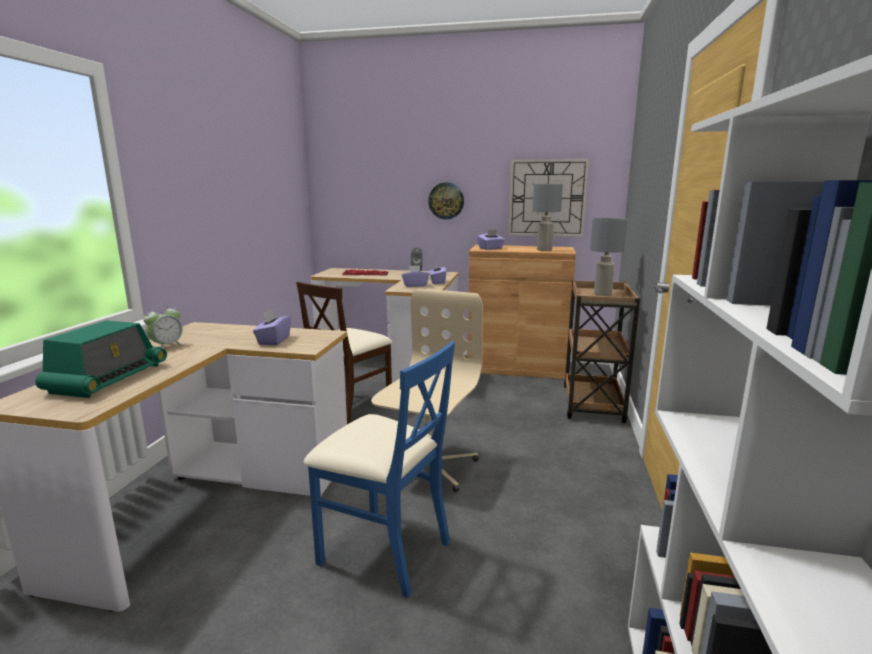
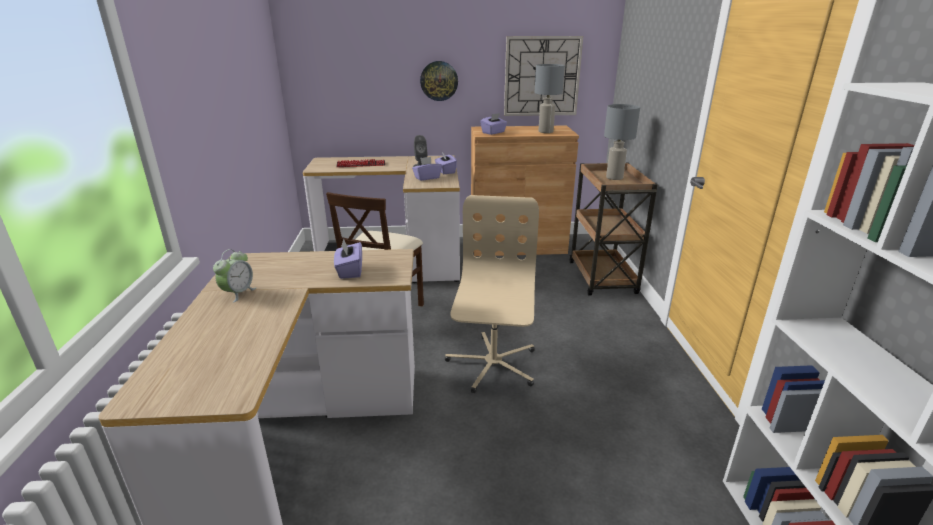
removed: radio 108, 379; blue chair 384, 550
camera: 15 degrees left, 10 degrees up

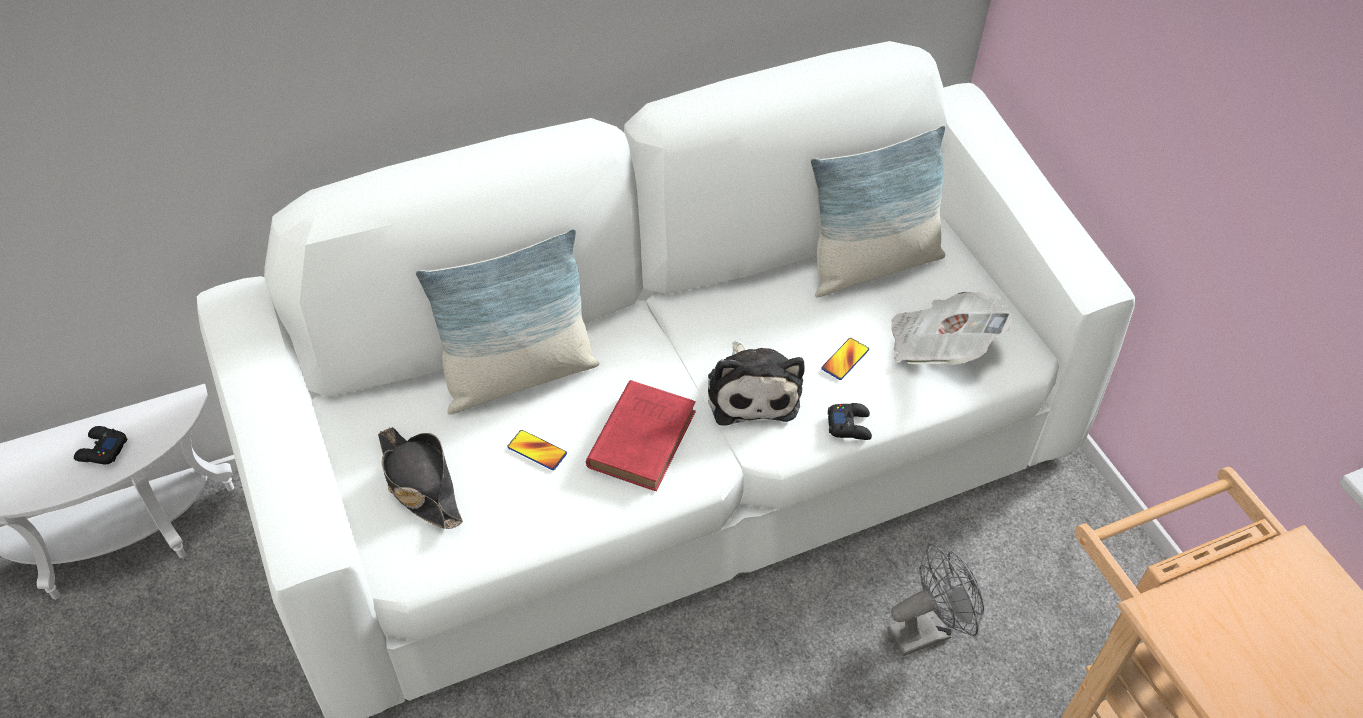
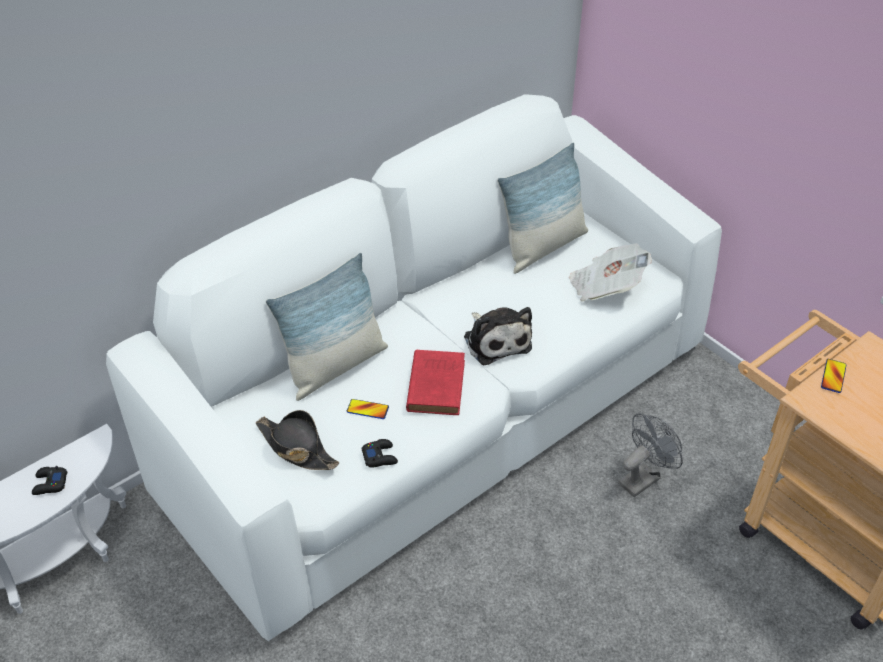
moved: phone 845, 359 to 833, 376; black game controller 849, 425 to 380, 456
camera: 15 degrees left, 5 degrees down

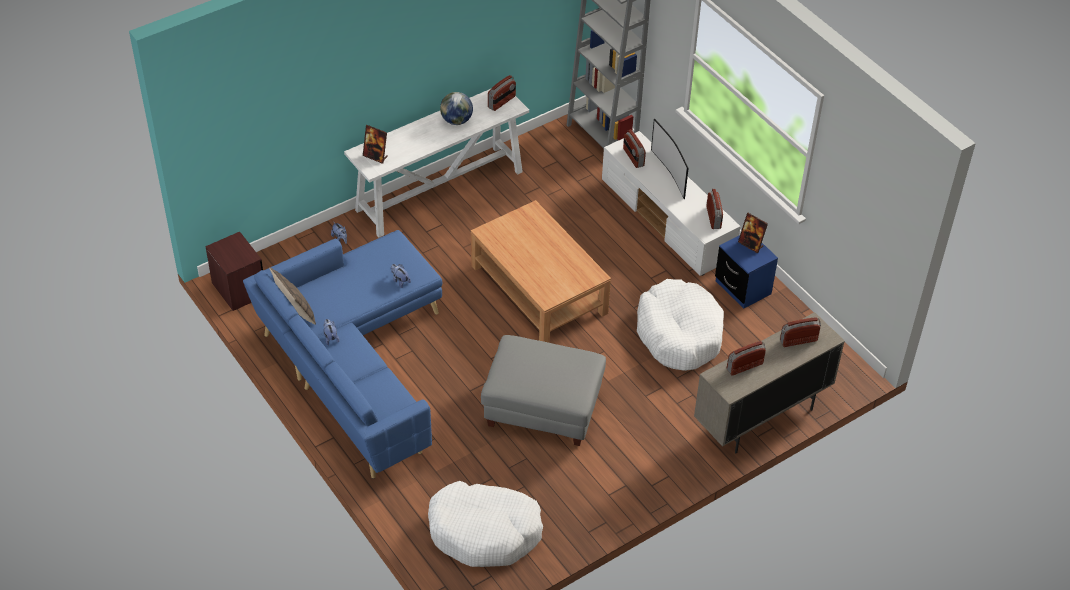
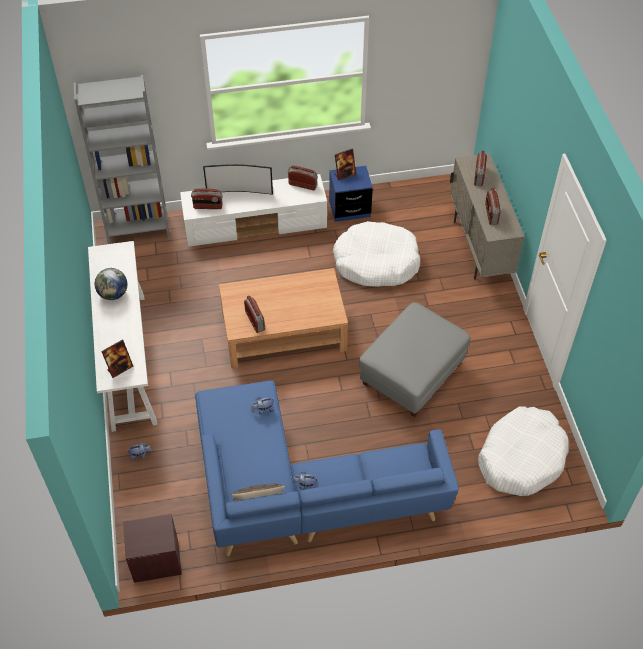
moved: radio 502, 102 to 255, 321
camera: 65 degrees left, 5 degrees up

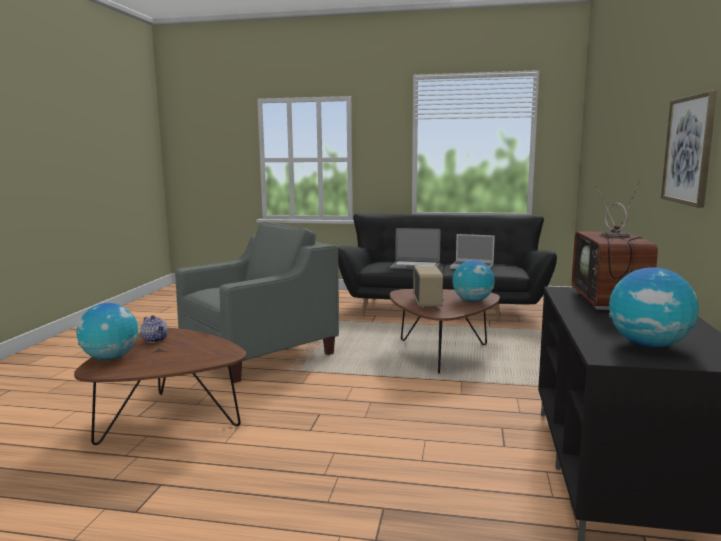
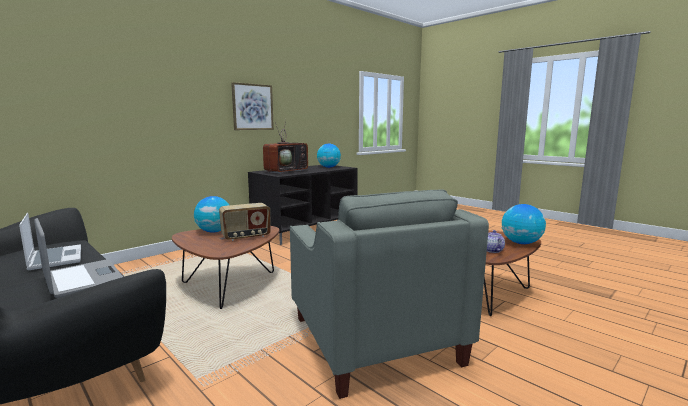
turned: grey armchair 260, 354 = 373, 340 105 degrees counterclockwise; radio 427, 303 = 246, 237 150 degrees counterclockwise
camera: 145 degrees left, 0 degrees up

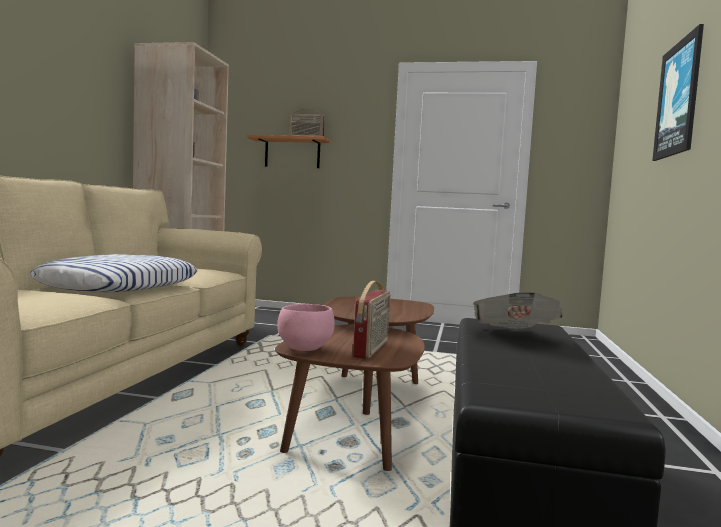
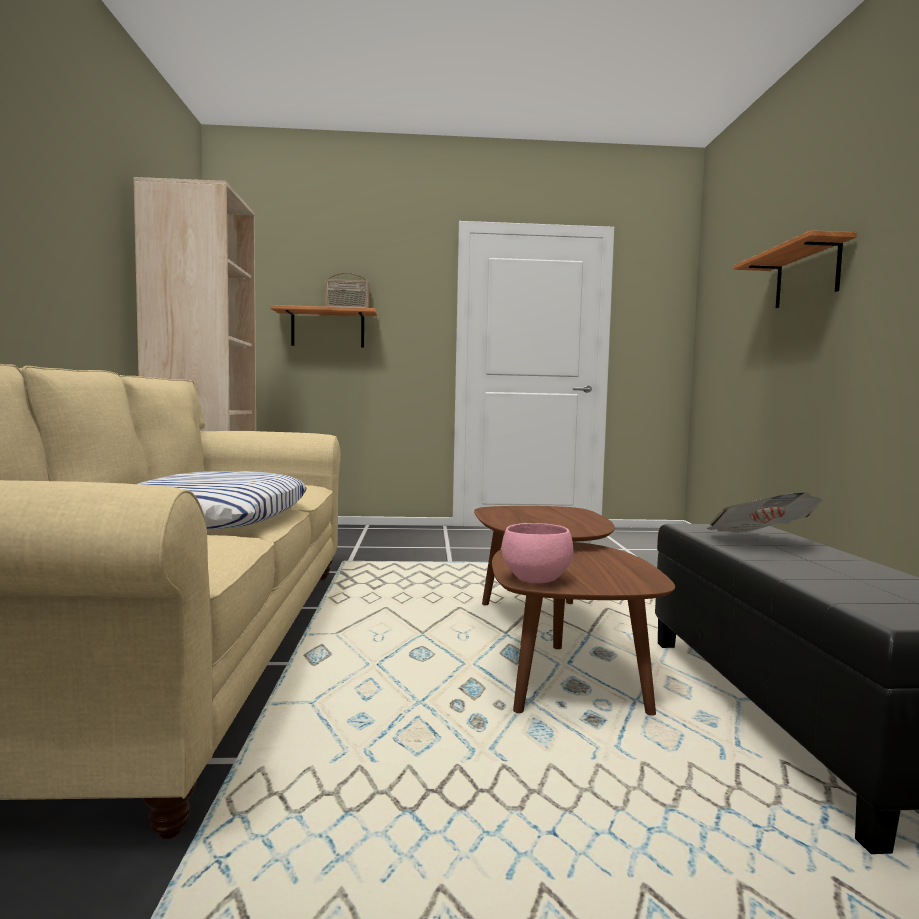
removed: radio 372, 349
replaced: picture 679, 99 to shelf 807, 275
camera: 15 degrees left, 0 degrees up

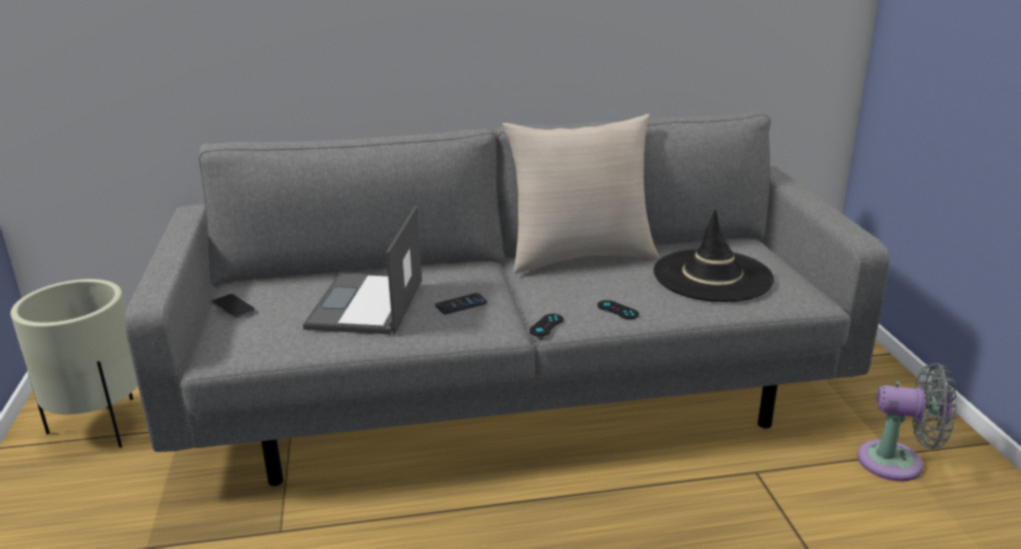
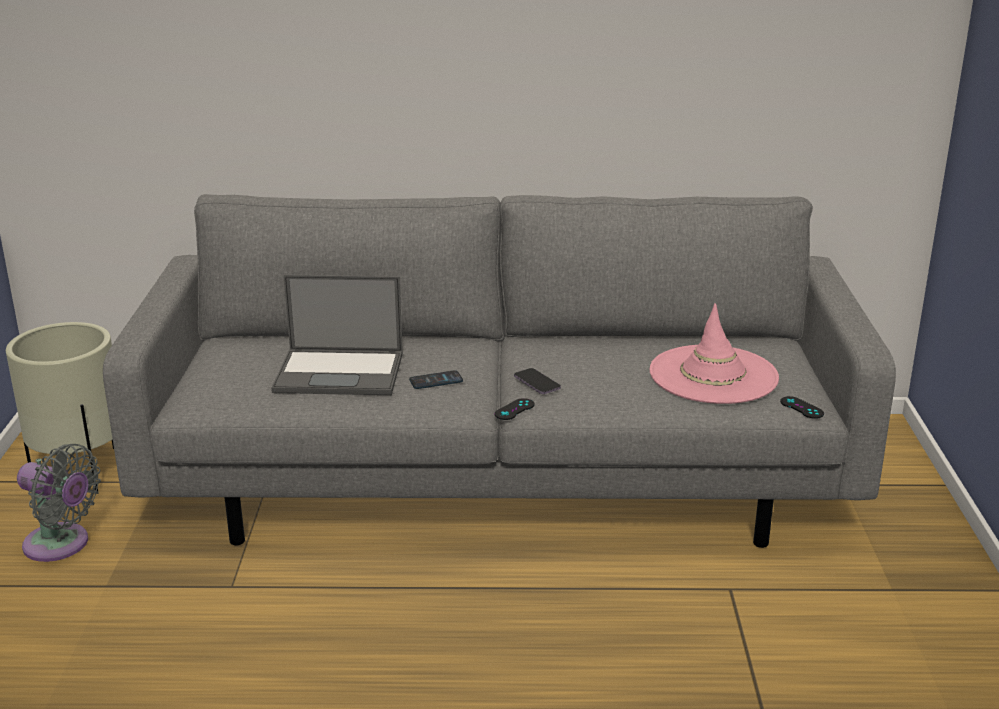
removed: beige pillow 580, 256
moved: phone 233, 308 to 537, 383; black game controller 617, 310 to 801, 408; grey fan 897, 462 to 61, 545
recoloured: black hat 712, 276 to pink hat 713, 375
turned: laptop 366, 305 = 341, 372 105 degrees counterclockwise
camera: 10 degrees right, 0 degrees up

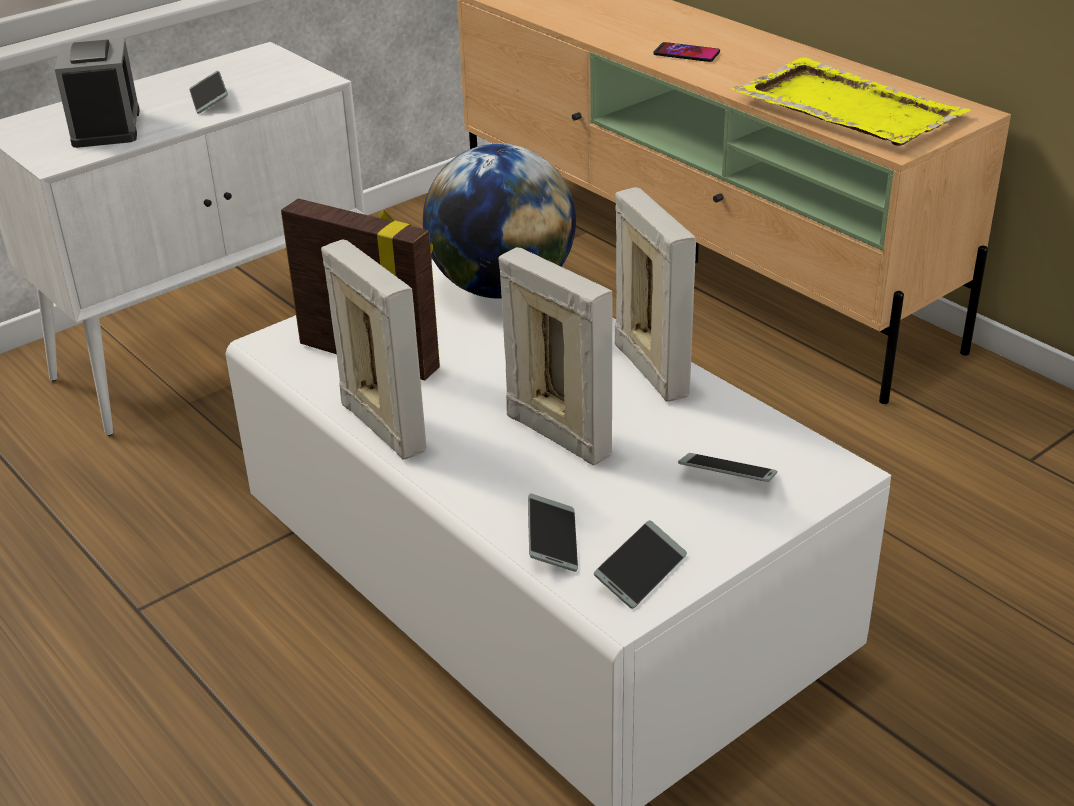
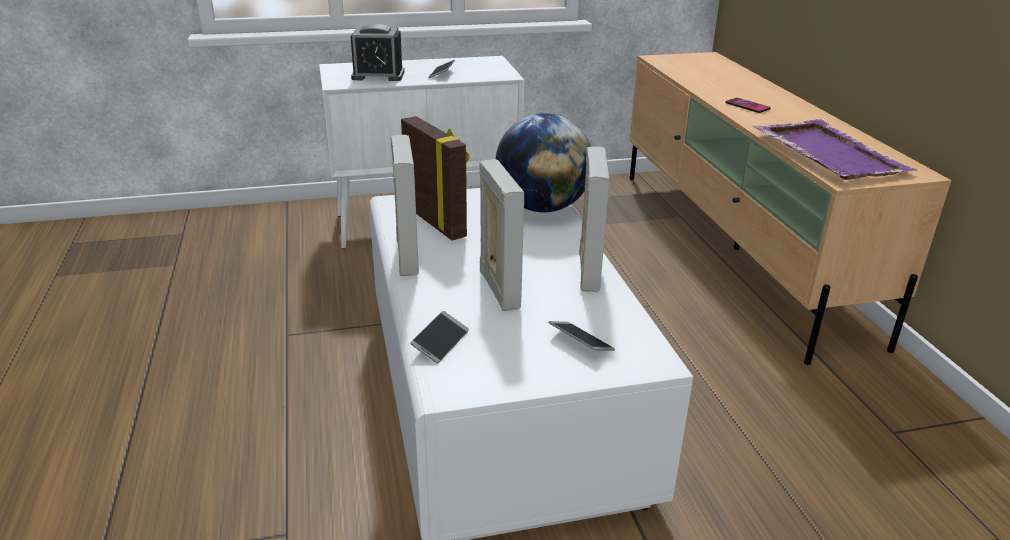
removed: phone 640, 572
recoloured: yellow tray 846, 108 to purple tray 827, 153
turned: alarm clock 106, 127 = 378, 75 75 degrees clockwise
camera: 25 degrees right, 5 degrees down

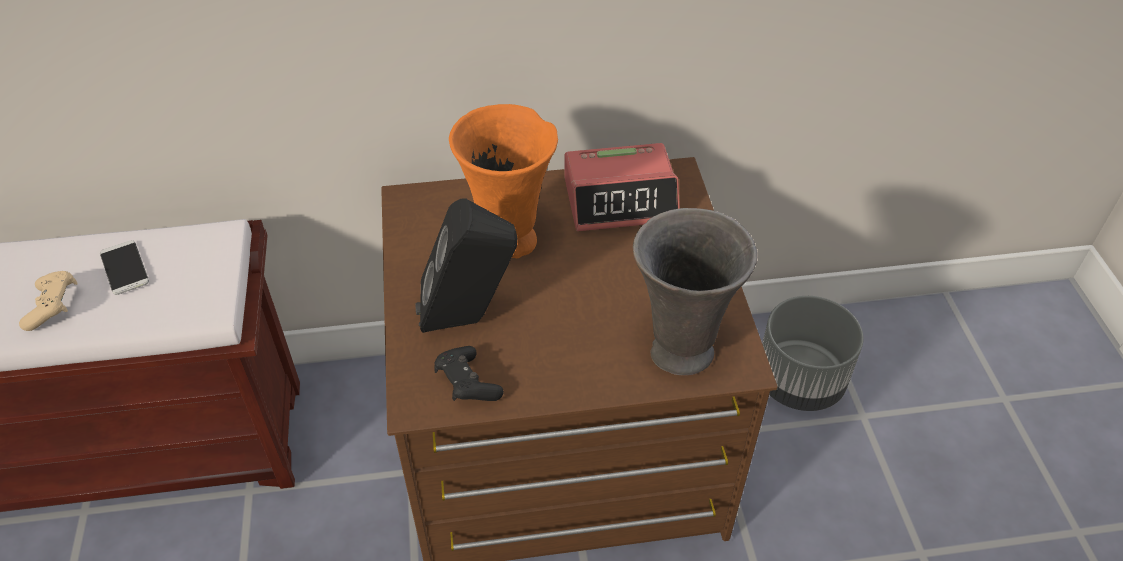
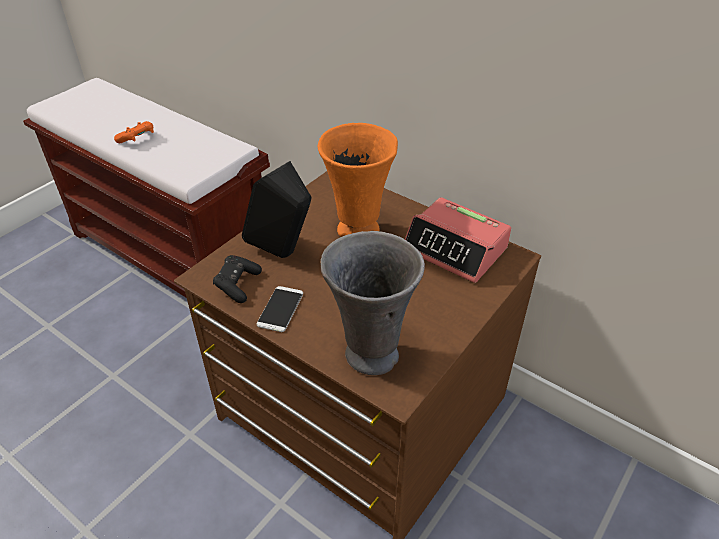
removed: grey planter 798, 382
moved: phone 124, 268 to 280, 309
recoloured: beige game controller 54, 307 to orange game controller 138, 139
camera: 45 degrees right, 5 degrees down

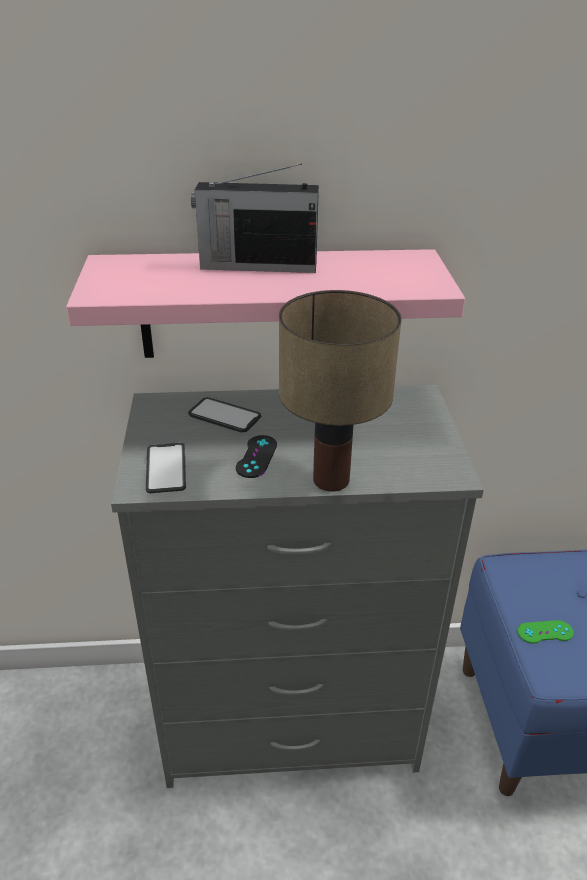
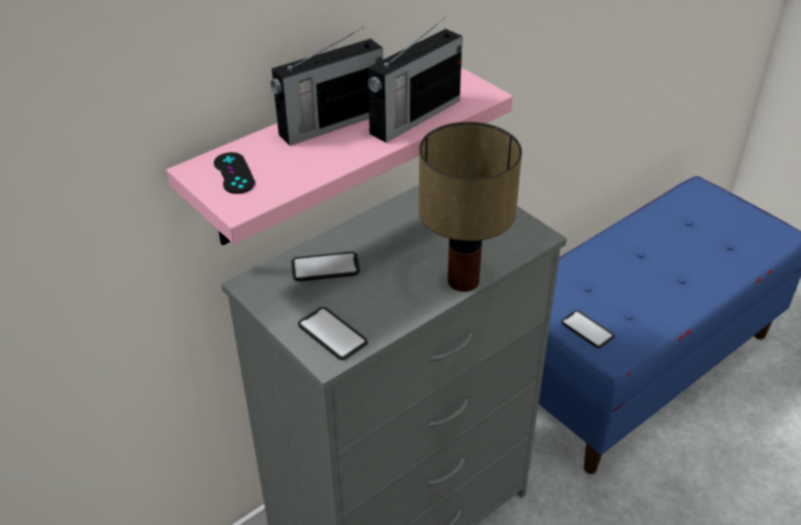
added: radio 413, 117
moved: black game controller 256, 456 to 234, 173
replaced: green game controller 545, 632 to phone 587, 330
camera: 35 degrees left, 5 degrees up

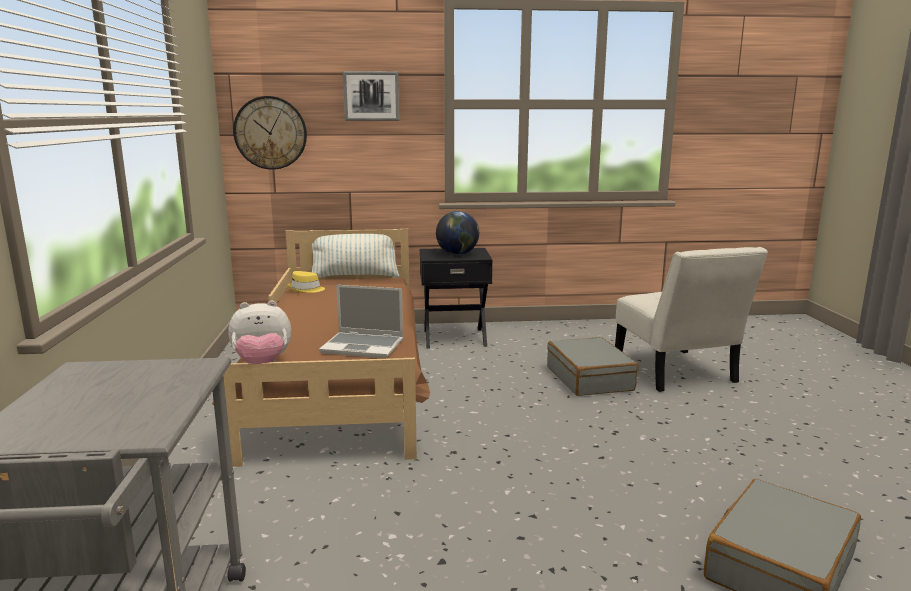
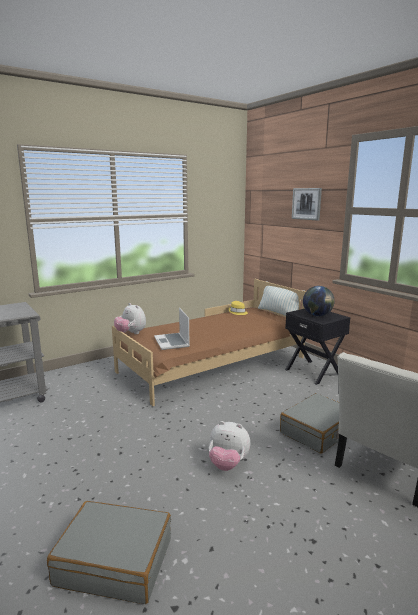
removed: wall clock 270, 133
added: plush toy 228, 464
camera: 60 degrees right, 0 degrees up

